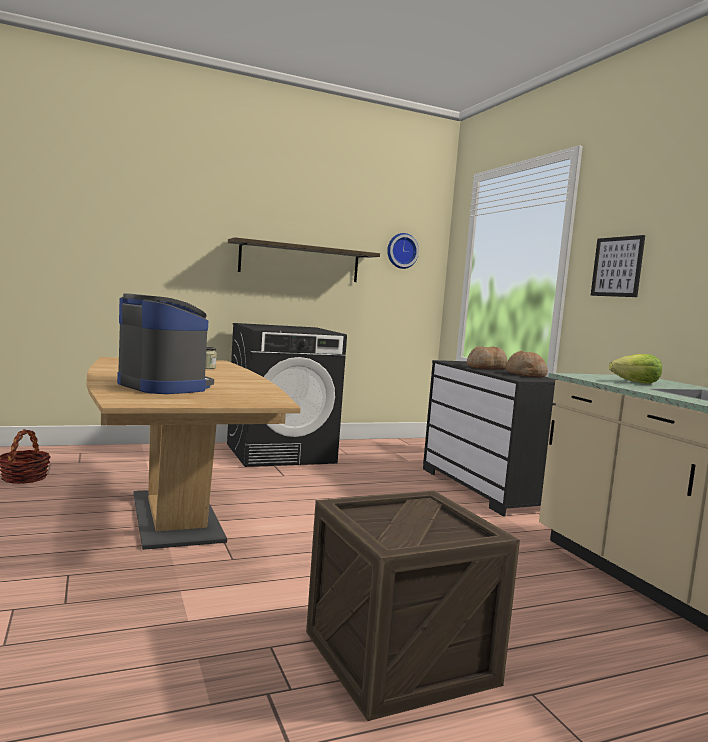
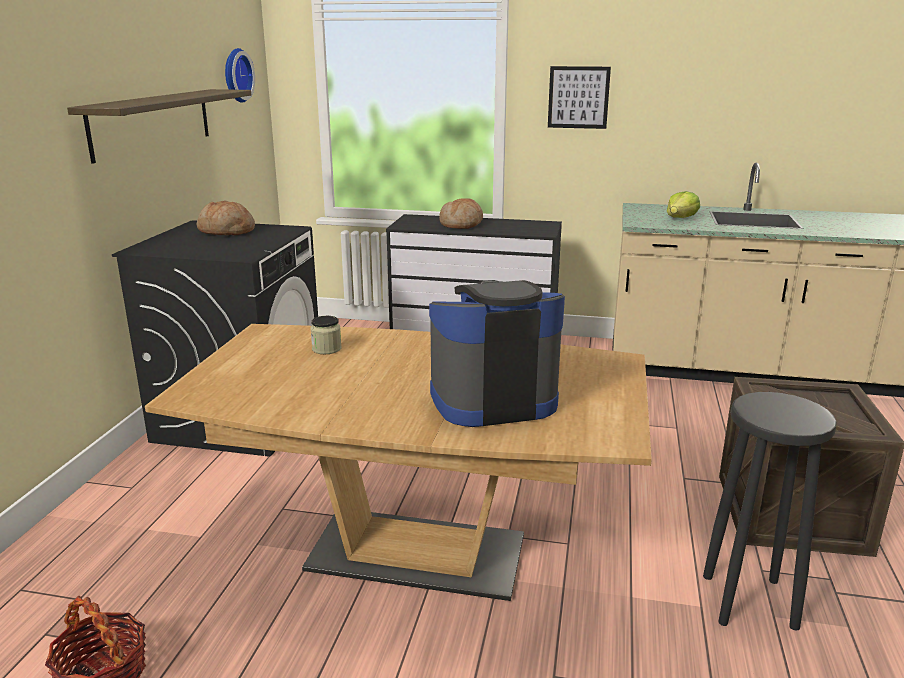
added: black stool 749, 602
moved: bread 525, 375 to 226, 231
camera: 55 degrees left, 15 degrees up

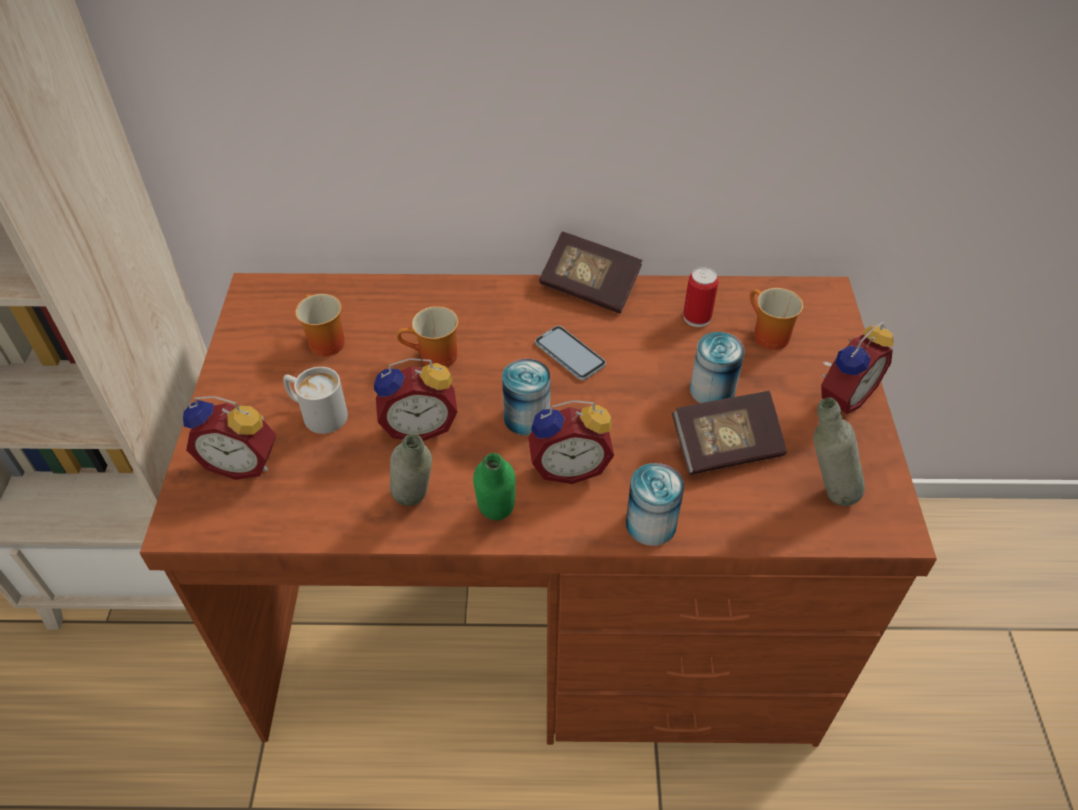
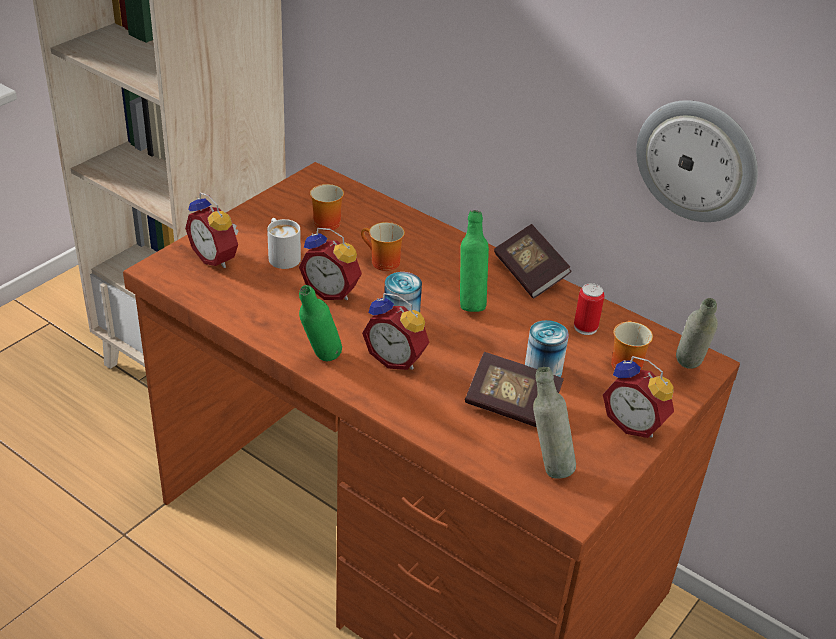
removed: can 651, 524
added: wall clock 697, 160
moved: grey bottle 416, 507 to 688, 370
replaced: phone 570, 354 to green bottle 470, 303
turned: alarm clock 842, 396 = 635, 424 45 degrees clockwise
camera: 35 degrees right, 10 degrees down

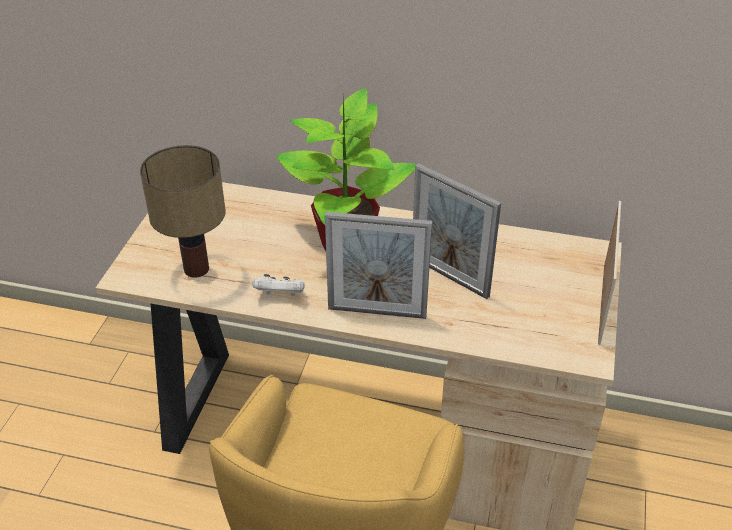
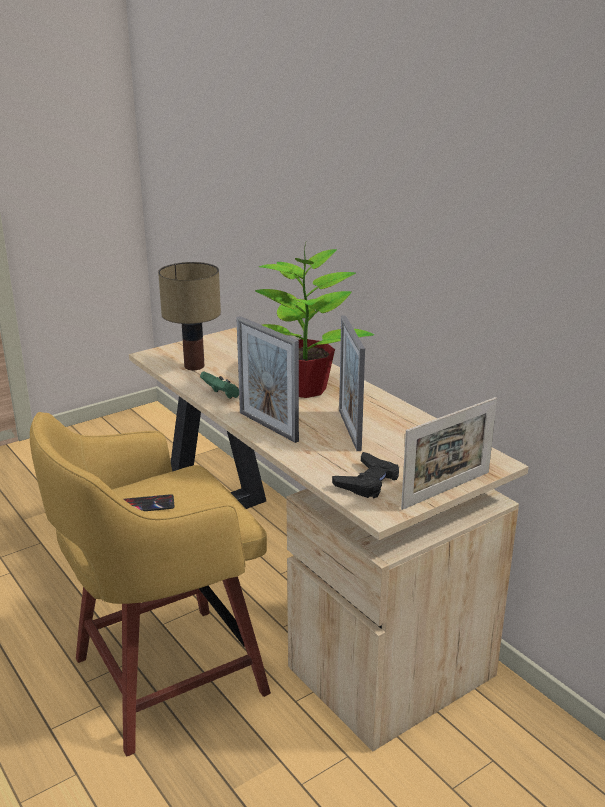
added: phone 147, 504; black game controller 368, 481
recoloured: white game controller 281, 295 to green game controller 222, 396
camera: 40 degrees right, 15 degrees down

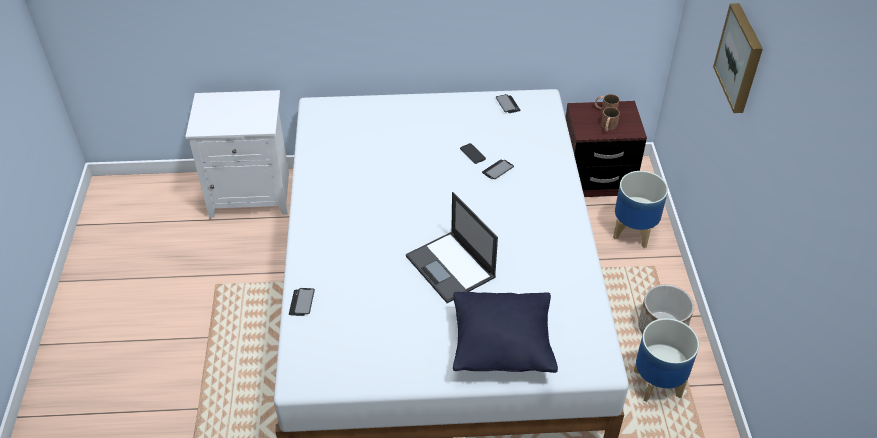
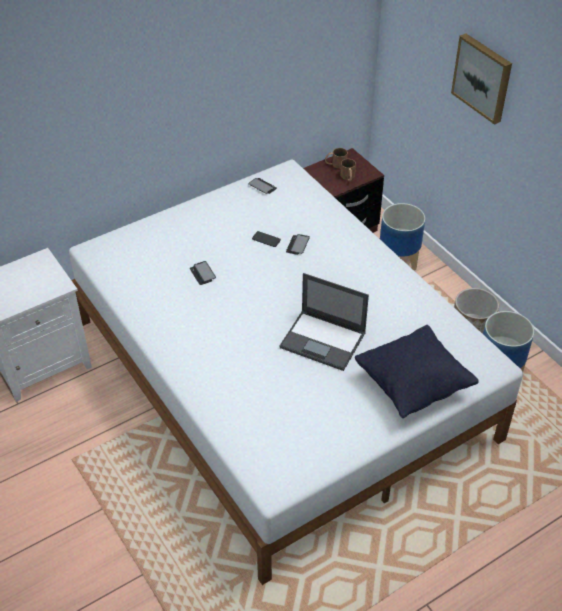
moved: phone 301, 302 to 202, 273
camera: 30 degrees left, 0 degrees up

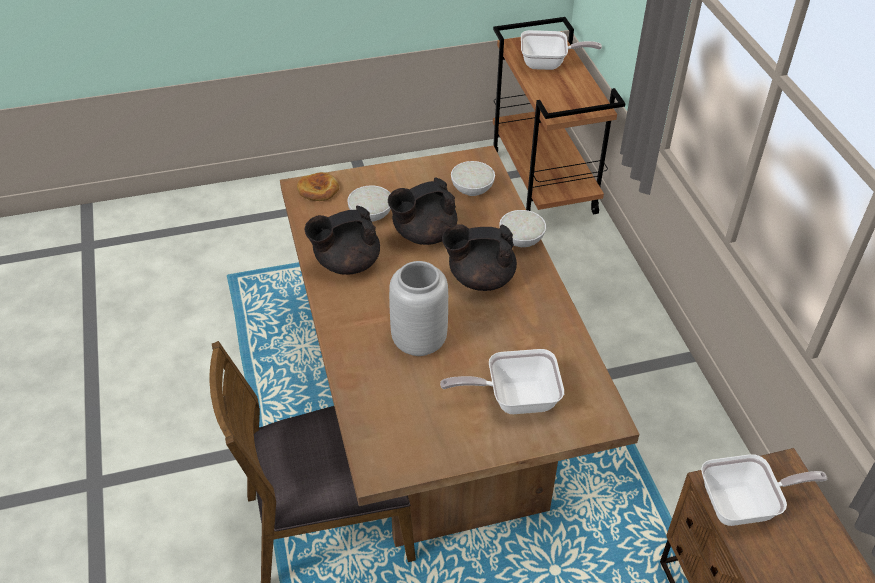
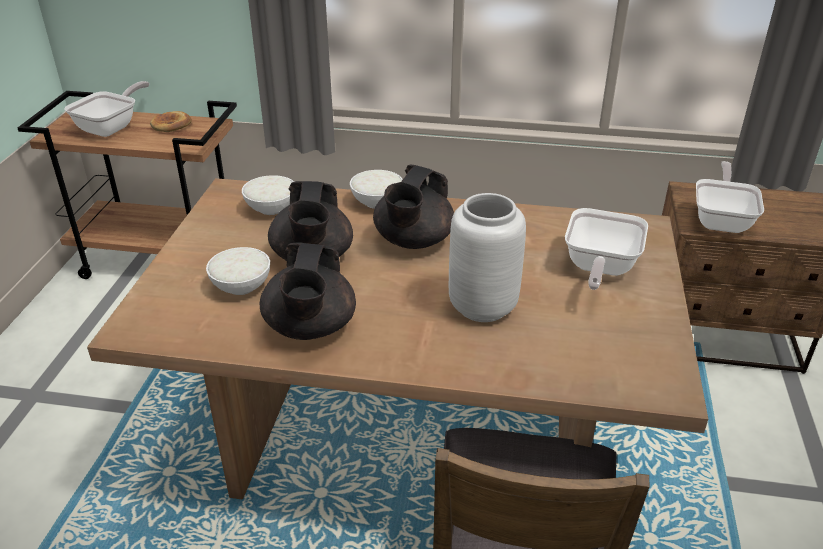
moved: bread 318, 190 to 171, 125
camera: 65 degrees left, 10 degrees down

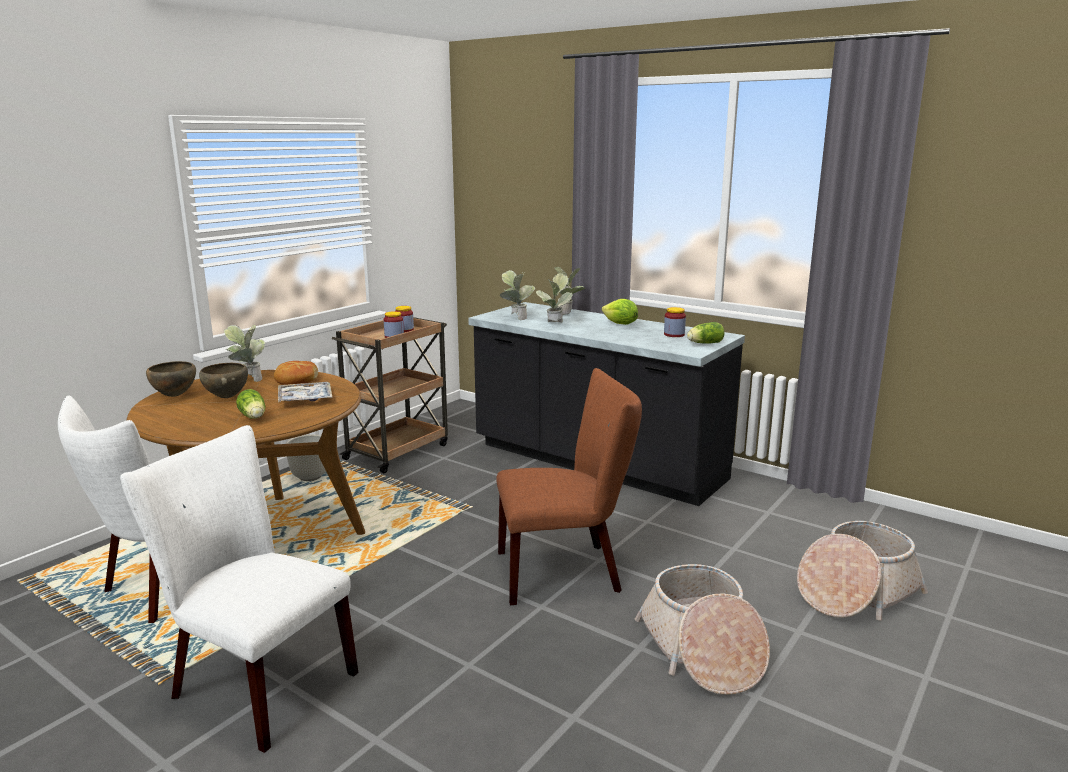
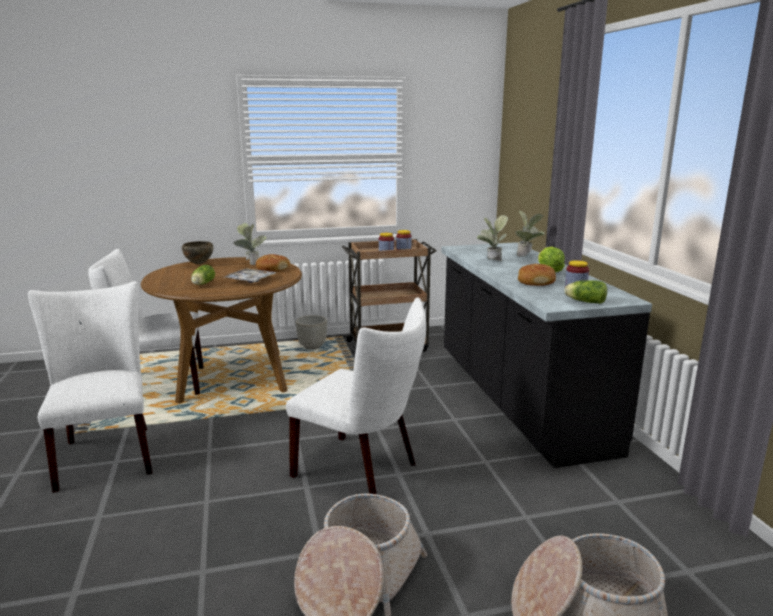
removed: brown bowl 227, 397; potted plant 516, 318
added: bread 536, 282
recoloured: brown chair 566, 571 to white chair 362, 471
camera: 40 degrees right, 0 degrees up

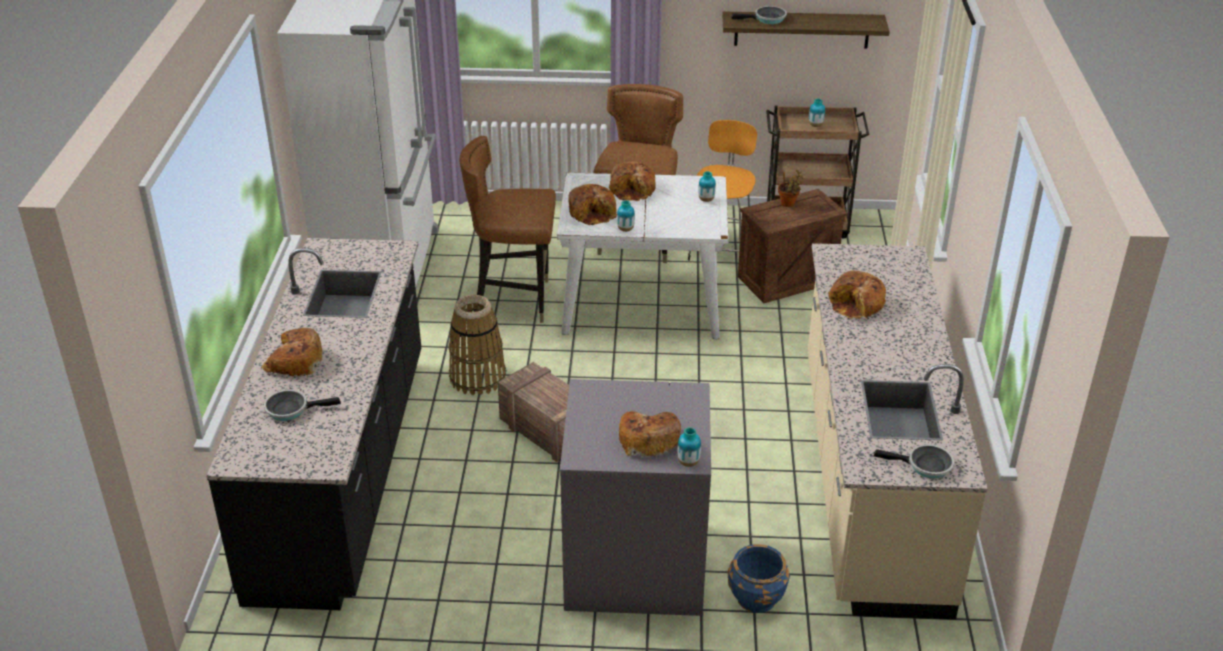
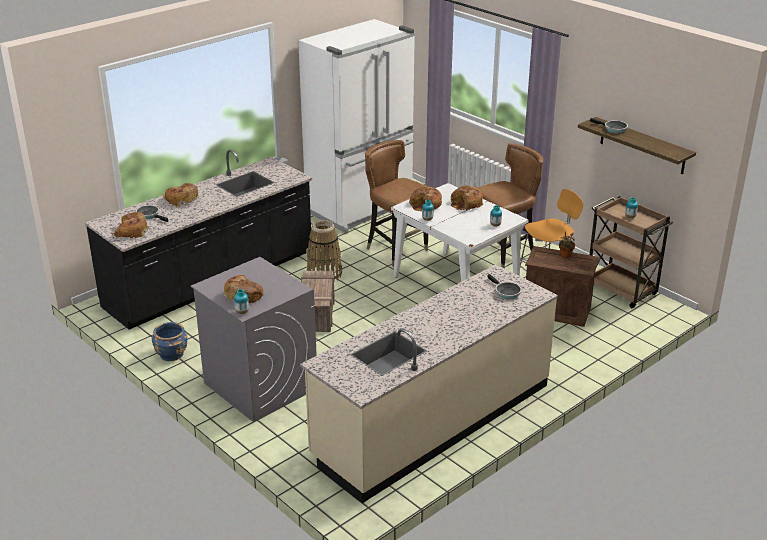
moved: blue planter 756, 598 to 171, 354; bread 857, 304 to 131, 232; frying pan 925, 466 to 506, 292
camera: 45 degrees right, 5 degrees down

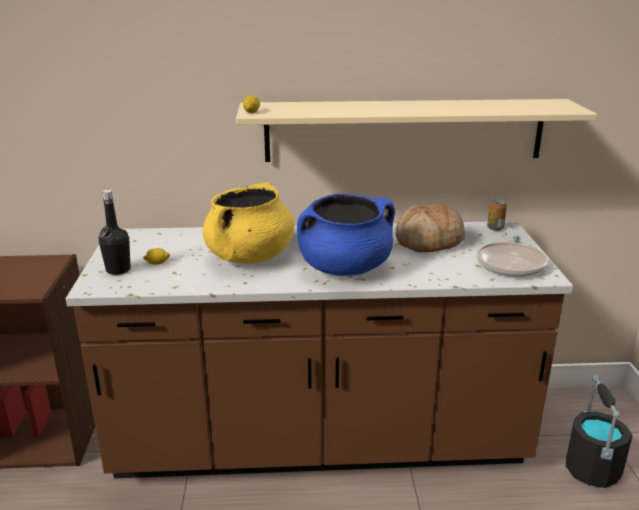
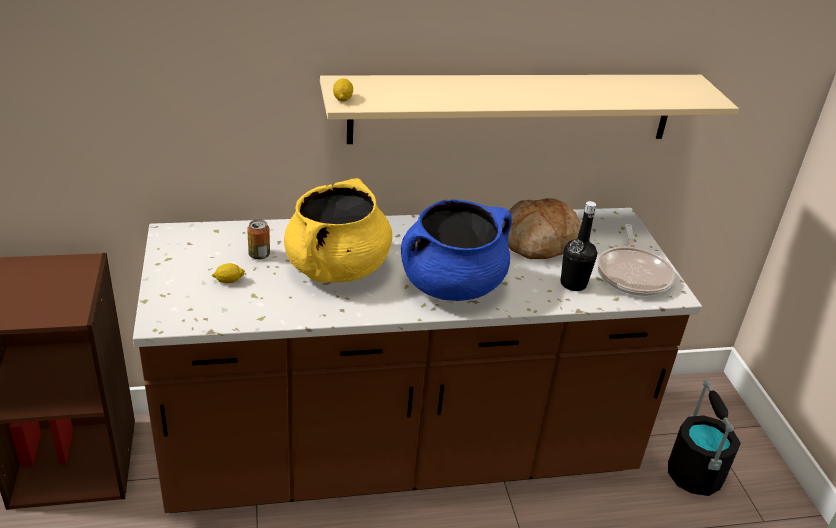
moved: black bottle 118, 270 to 573, 284; can 495, 228 to 259, 255
camera: 10 degrees left, 10 degrees up

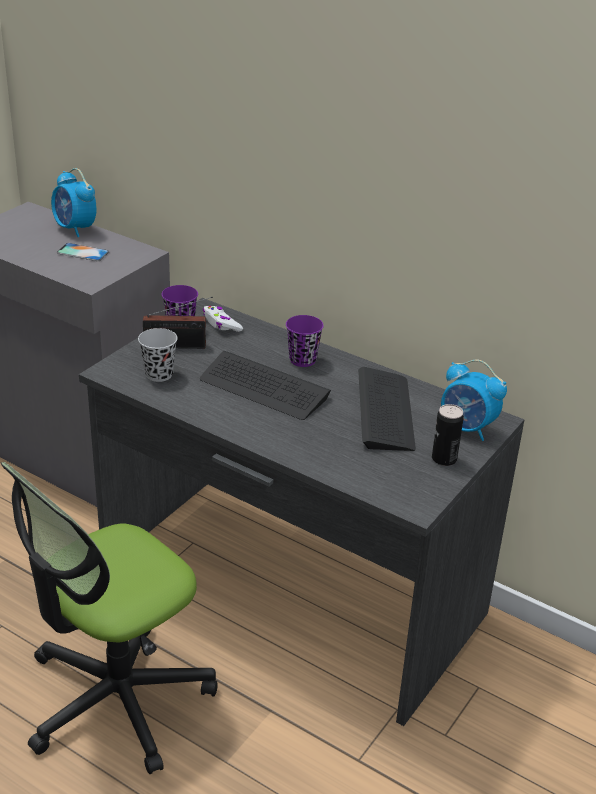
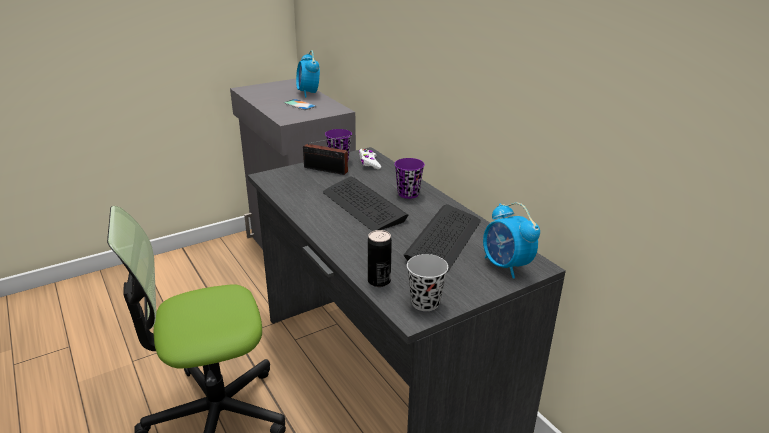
moved: black cup 159, 374 to 425, 302; can 444, 459 to 379, 281
camera: 25 degrees right, 5 degrees down

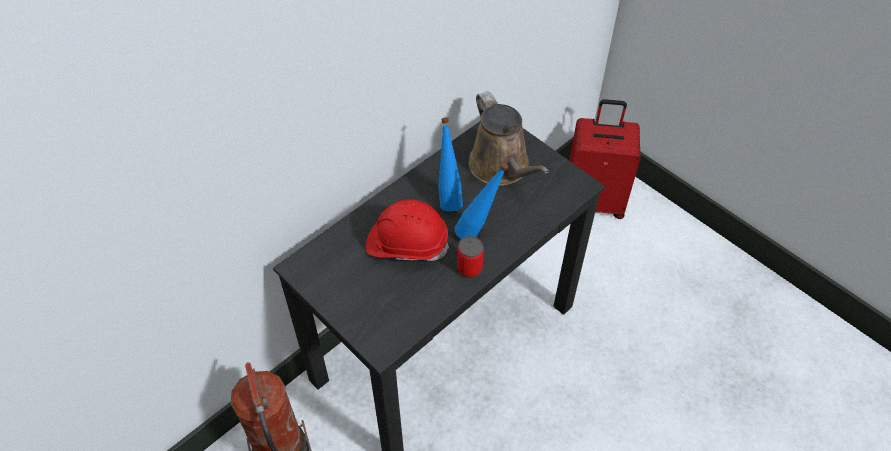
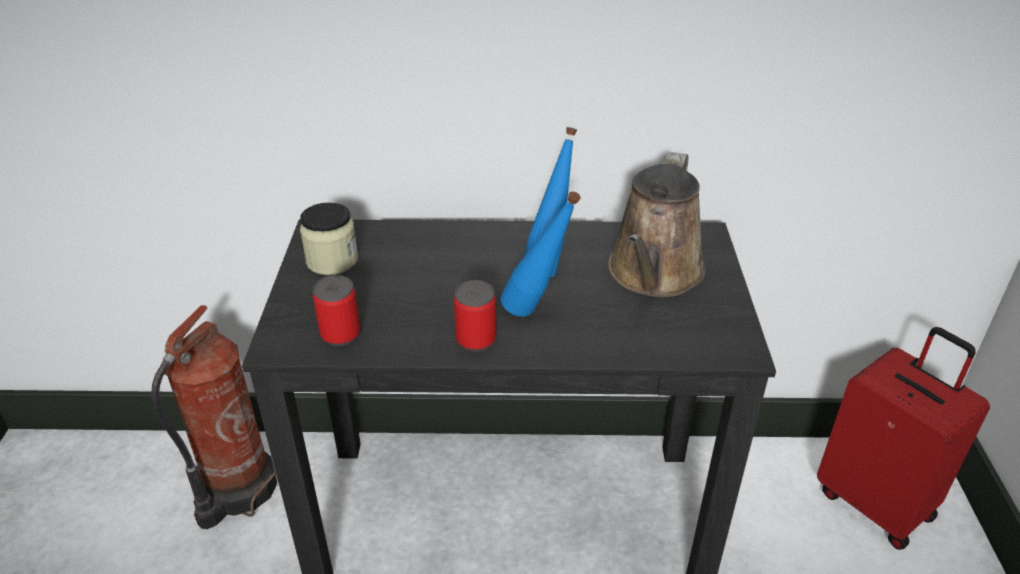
removed: red hard hat 407, 244
added: jar 332, 260; can 340, 334
camera: 45 degrees right, 15 degrees down

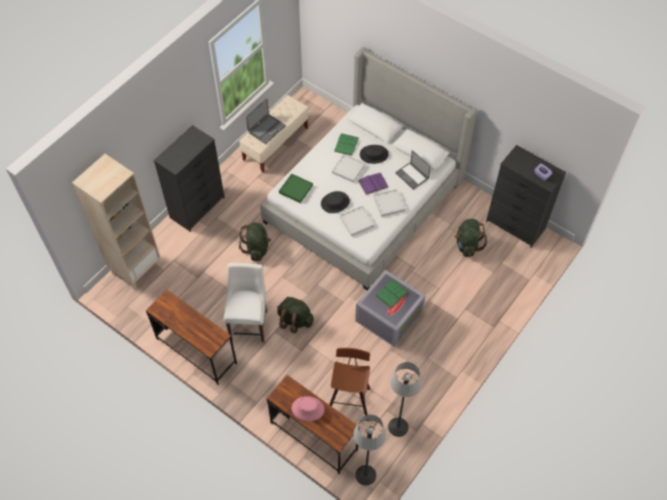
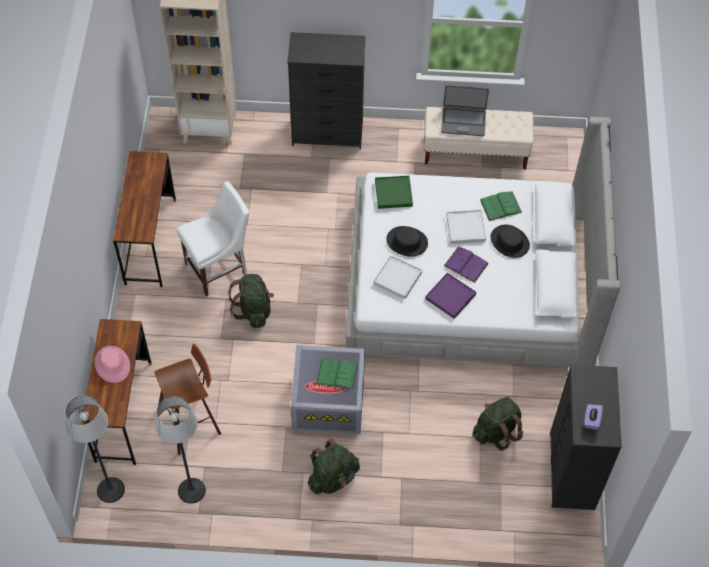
removed: laptop 412, 176
moved: green backpack 257, 248 to 333, 478
recoloured: white tray 389, 204 to purple tray 450, 297
camera: 55 degrees right, 0 degrees up

